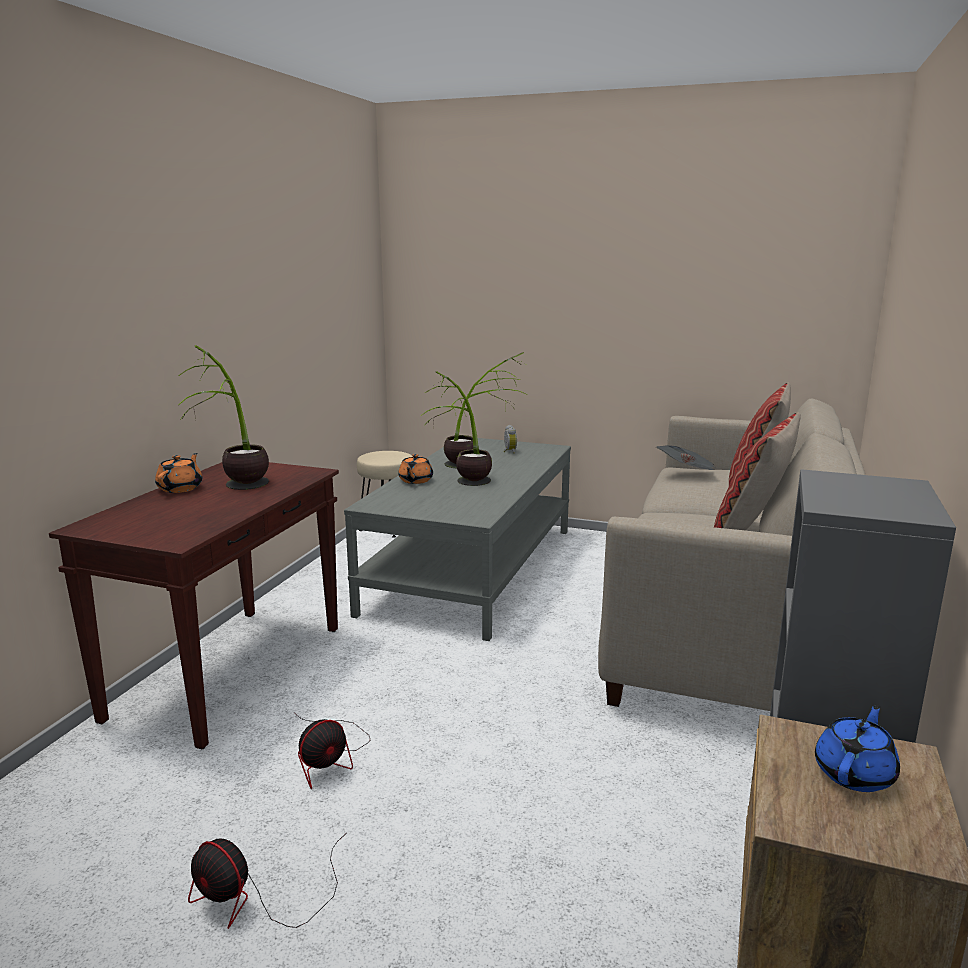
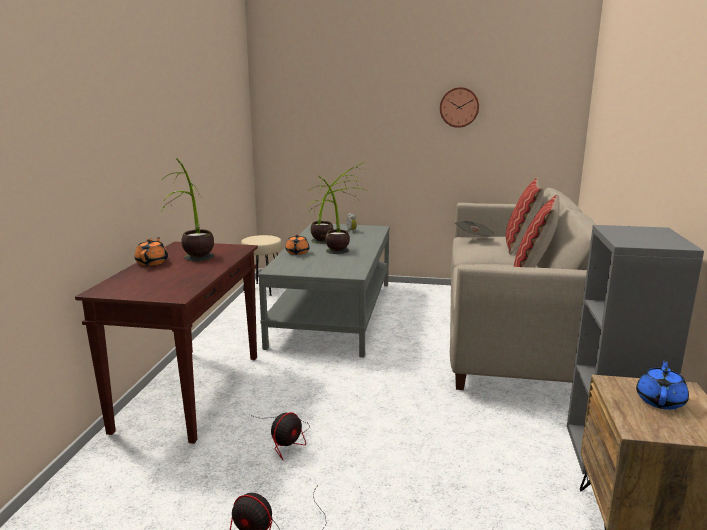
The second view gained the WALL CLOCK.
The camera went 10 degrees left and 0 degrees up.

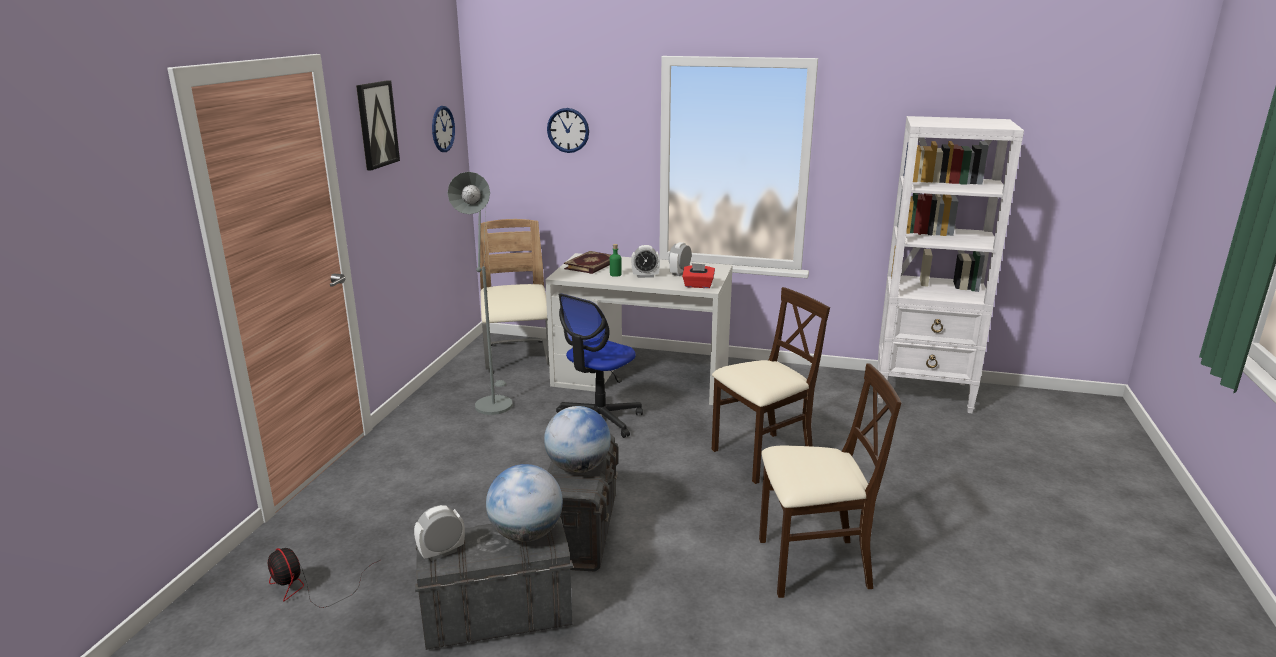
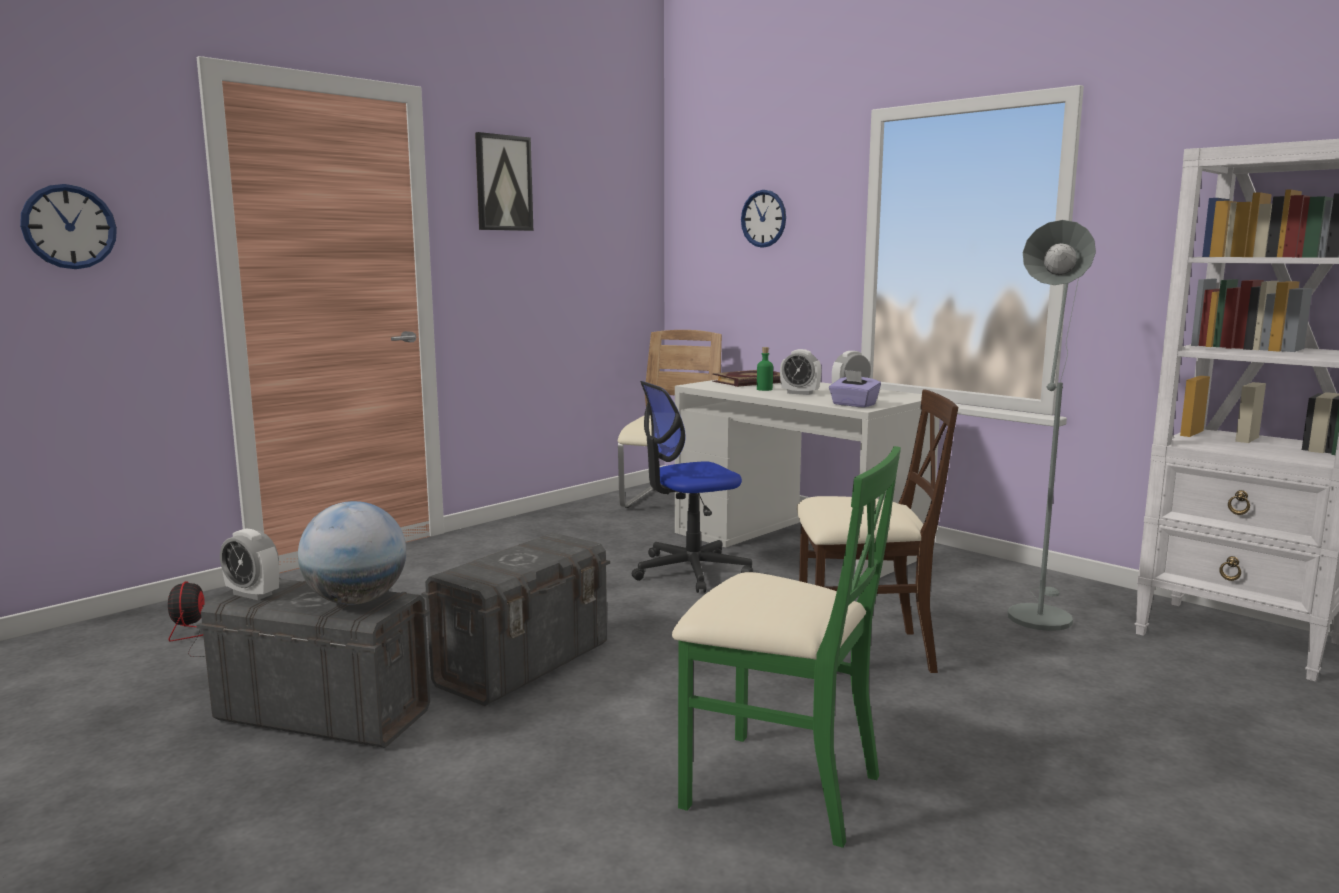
The ALARM CLOCK (1st from left) ended up facing another way, 150 degrees counterclockwise from before.
The WALL CLOCK (1st from left) ended up elsewhere.
The GREY FLOOR LAMP ended up elsewhere.
The second view lost the GLOBE (2nd from left).
What was the RED TISSUE BOX turned into the PURPLE TISSUE BOX.
What was the BEIGE CHAIR (3rd from left) turned into the GREEN CHAIR.
The camera went 30 degrees right and 10 degrees down.

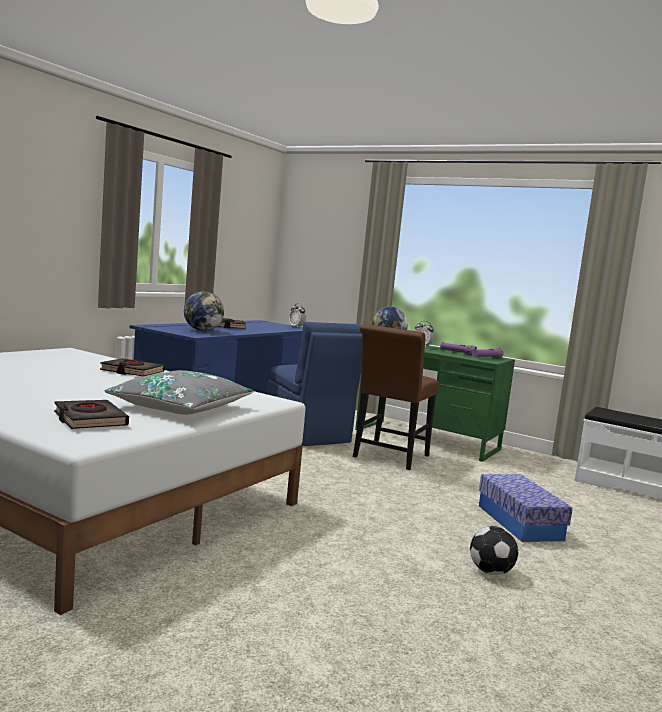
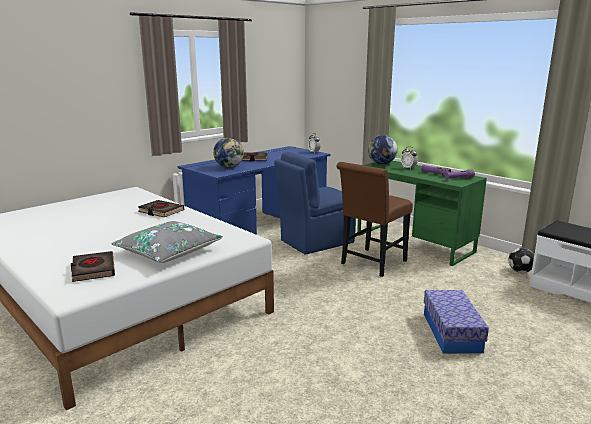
The BLUE CHAIR ended up facing another way, 75 degrees clockwise from before.
The FOOTBALL ended up elsewhere.
The camera went 15 degrees right and 10 degrees up.

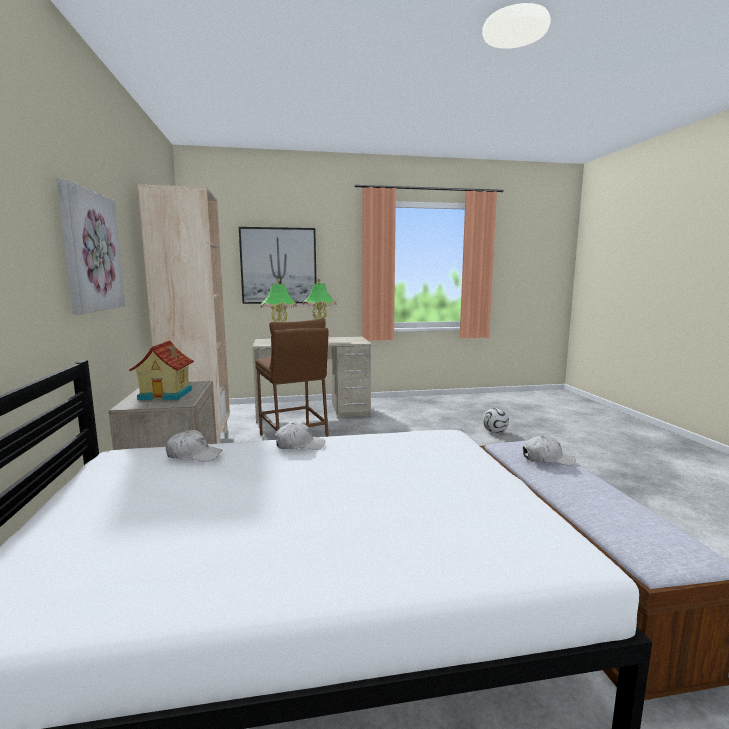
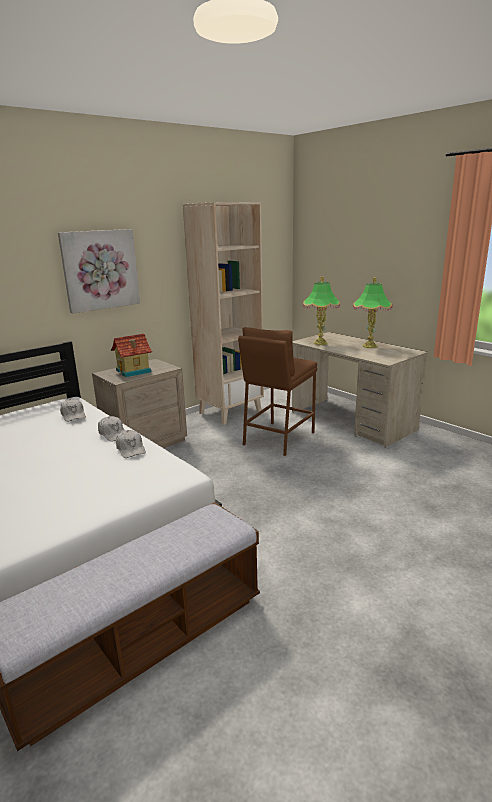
The second view lost the PICTURE (2nd from left).
The second view lost the FOOTBALL.
The WHITE CAP (3rd from left) ended up elsewhere.
The camera went 60 degrees right and 10 degrees up.

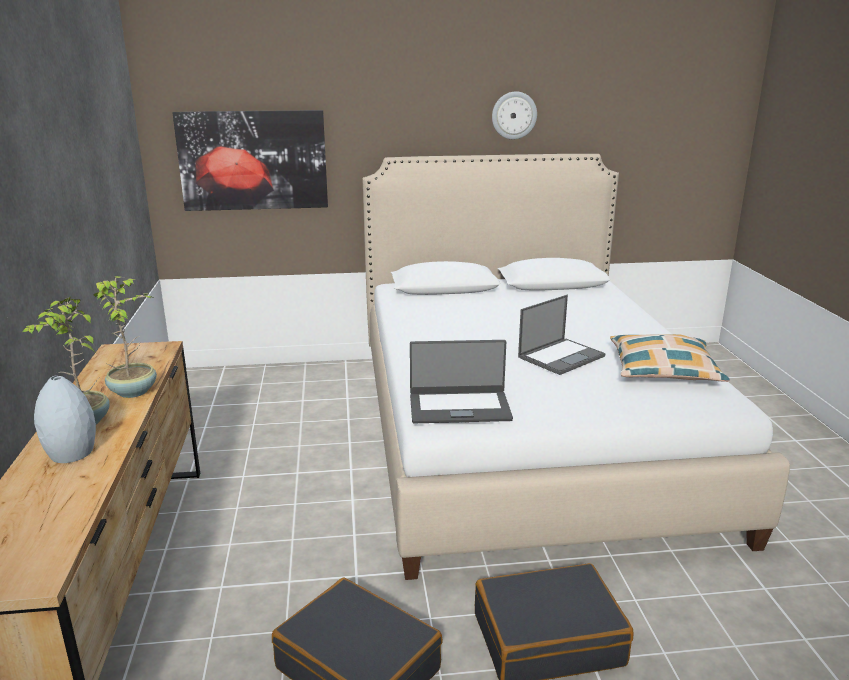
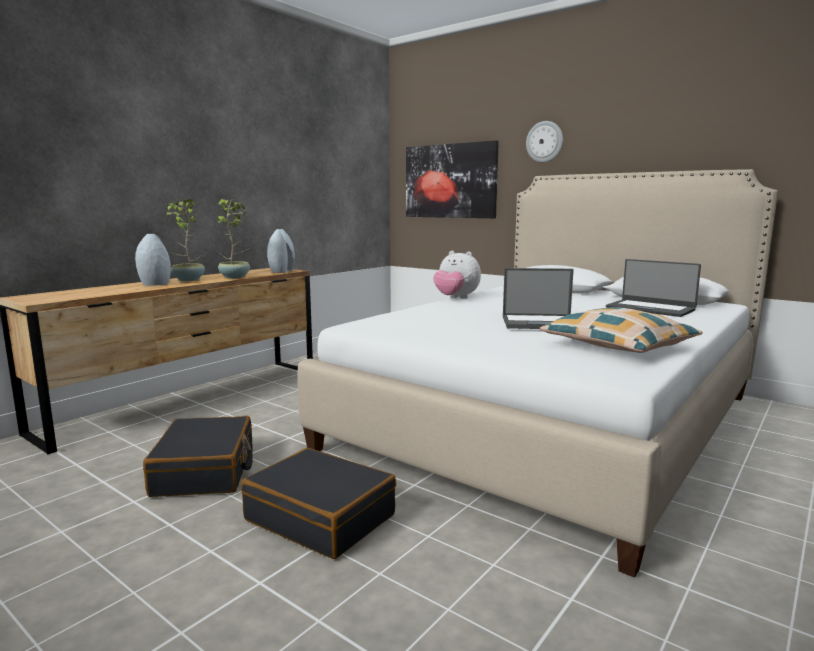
The LAPTOP (1st from left in the first image) ended up elsewhere.
The WALL CLOCK ended up elsewhere.
The second view gained the GREY VASE (2nd from left).
The second view gained the PLUSH TOY.
The camera went 45 degrees right and 10 degrees down.

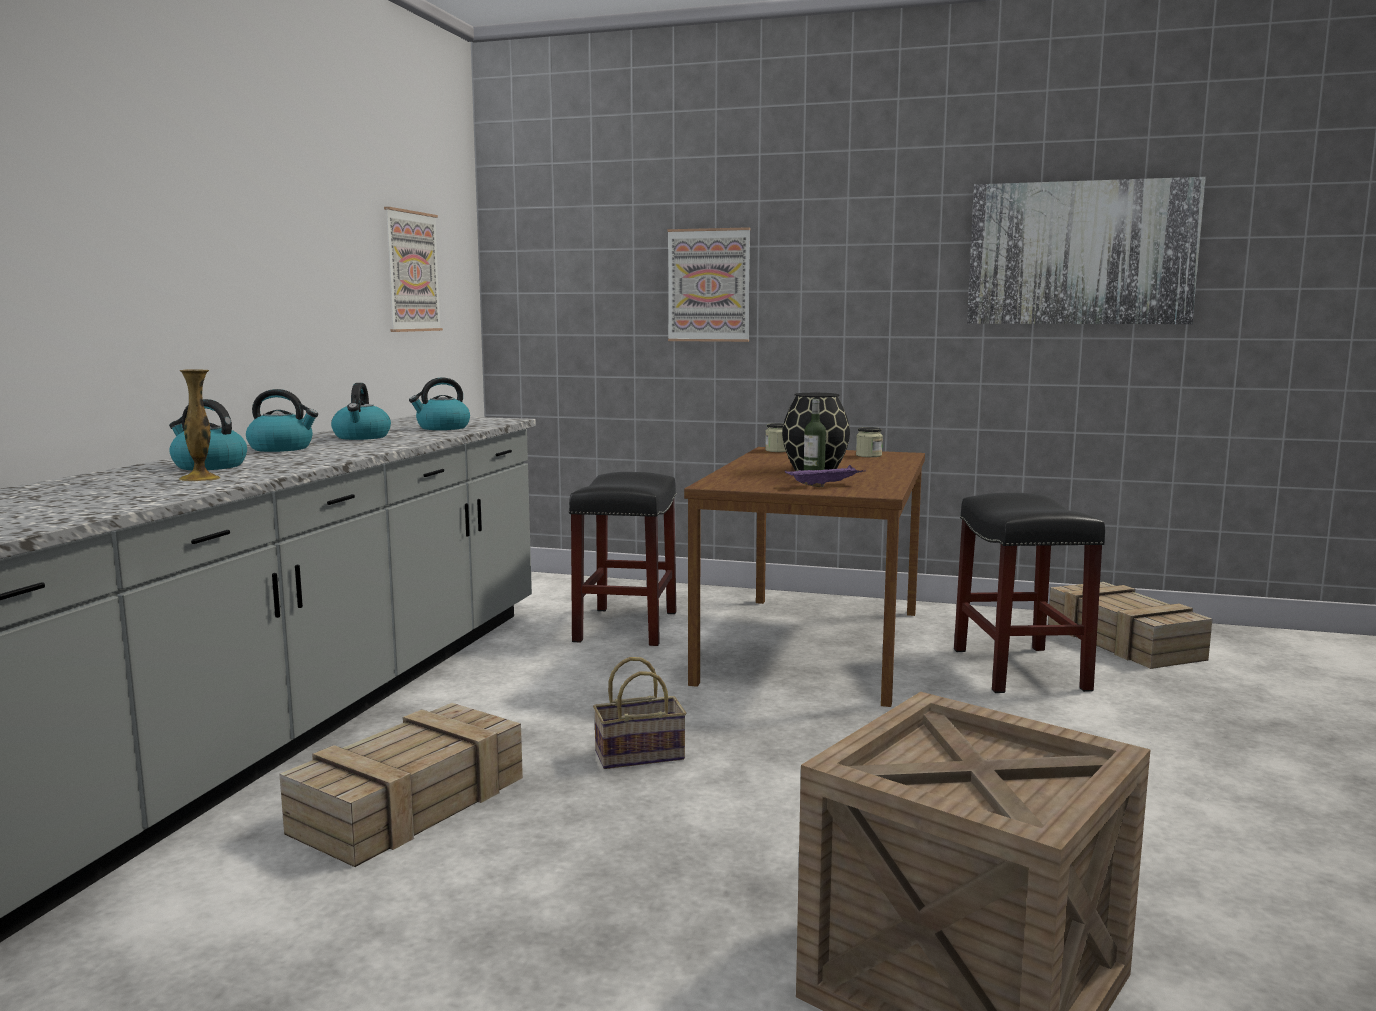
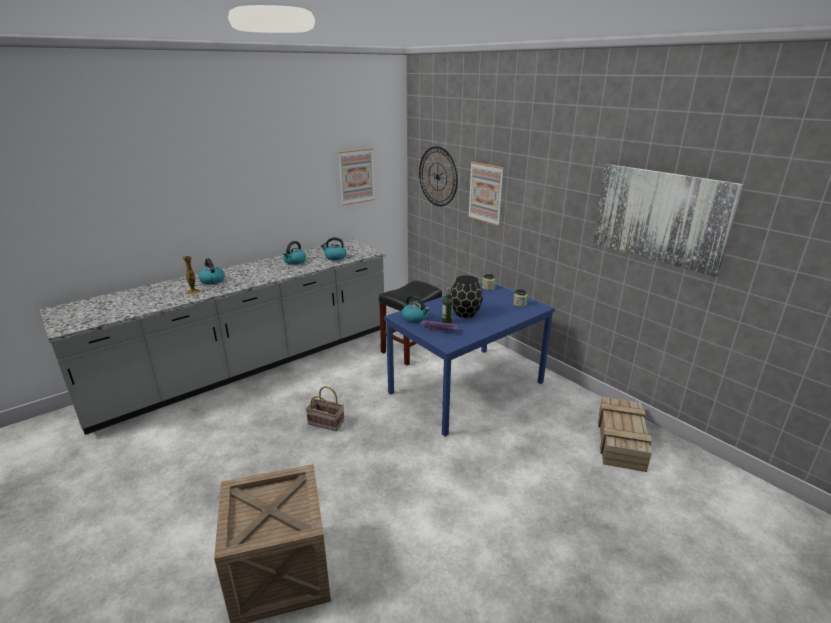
The KETTLE (2nd from left in the first image) ended up elsewhere.
The second view lost the CRATE (1st from left).
What was the BROWN DINING TABLE turned into the BLUE DINING TABLE.
The second view lost the BLACK STOOL (2nd from left).
The second view gained the WALL CLOCK.
The camera went 35 degrees right and 15 degrees up.

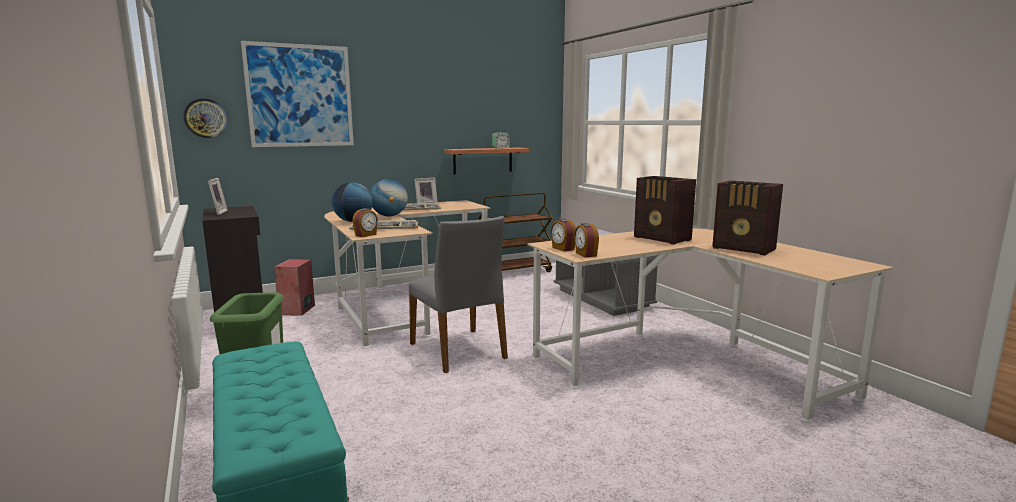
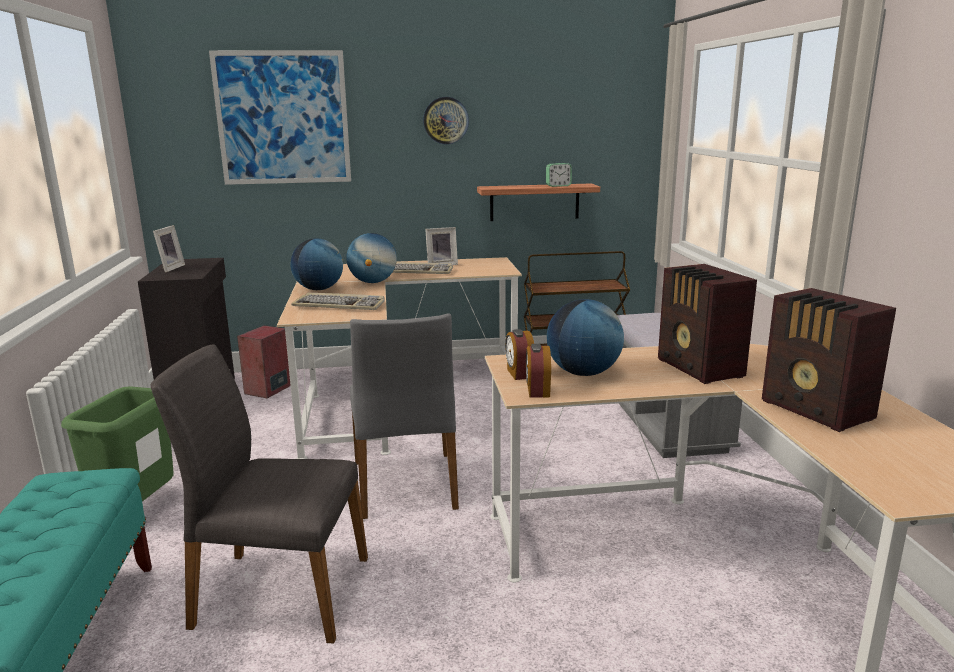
The WALL CLOCK ended up elsewhere.
The second view lost the ALARM CLOCK (1st from left).
The second view gained the GREY CHAIR (1st from left).
The second view gained the GLOBE (3rd from left).
The camera went 20 degrees right and 5 degrees up.

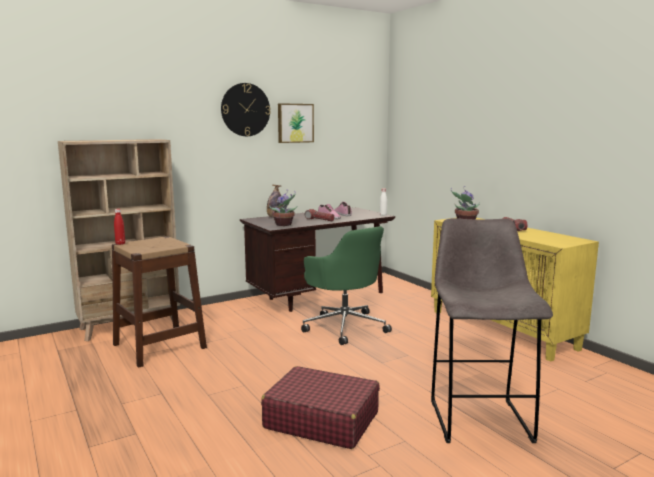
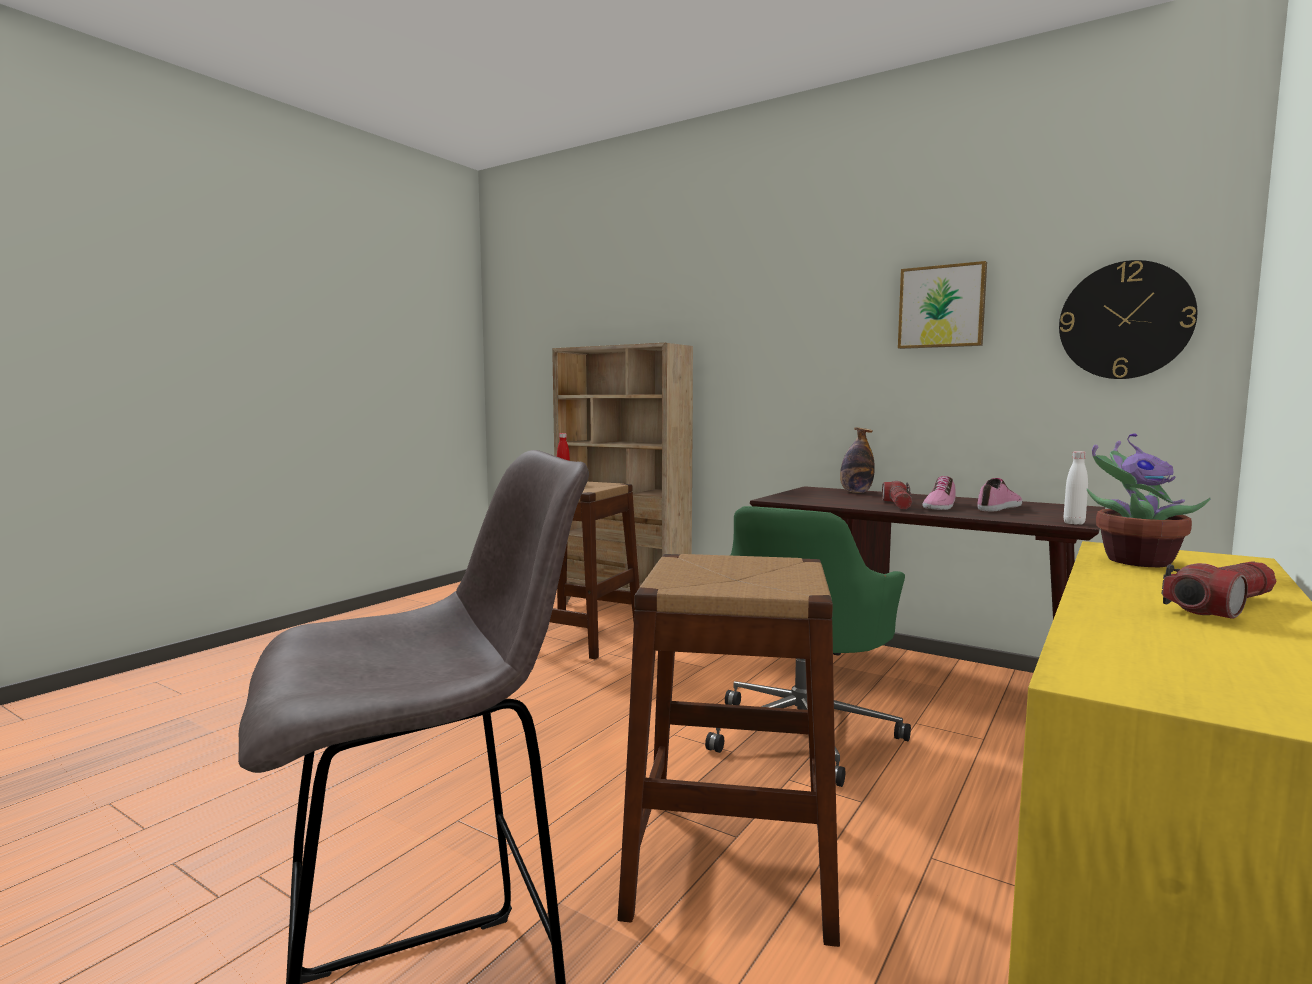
The WALL CLOCK ended up elsewhere.
The second view lost the RED SUITCASE.
The second view lost the POTTED PLANT (1st from left).
The second view gained the BROWN STOOL (2nd from left).
The camera went 65 degrees right and 5 degrees down.

